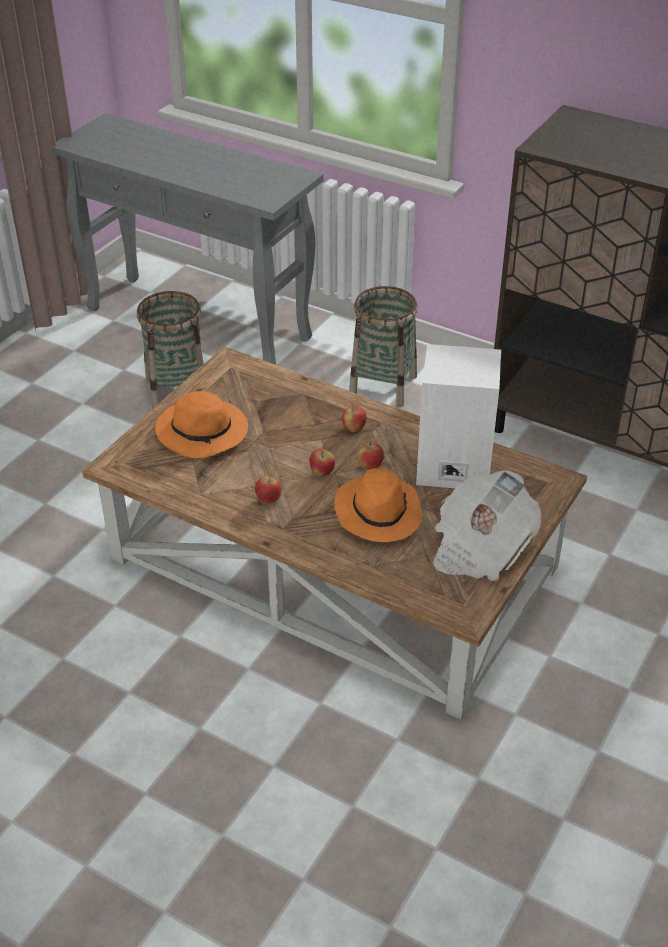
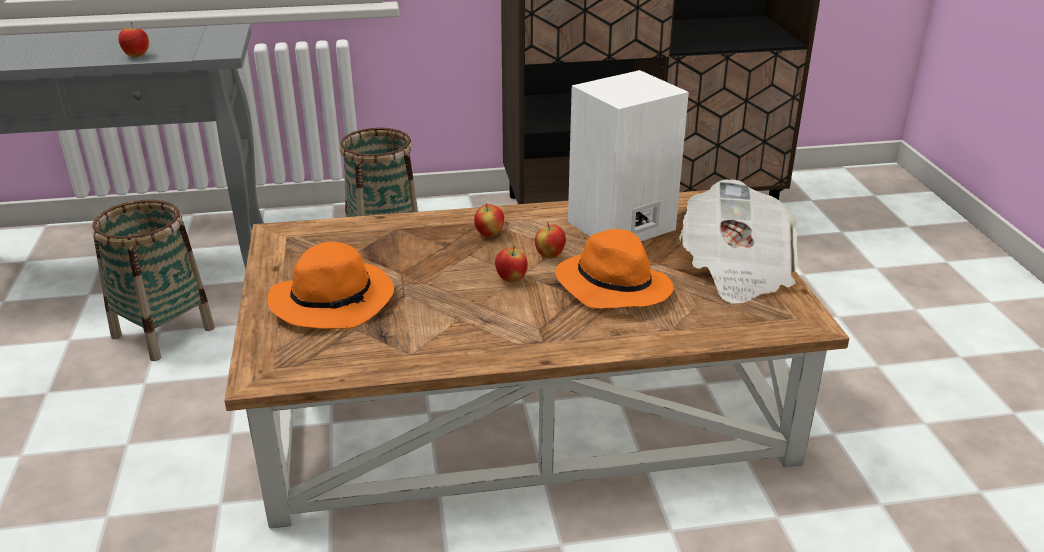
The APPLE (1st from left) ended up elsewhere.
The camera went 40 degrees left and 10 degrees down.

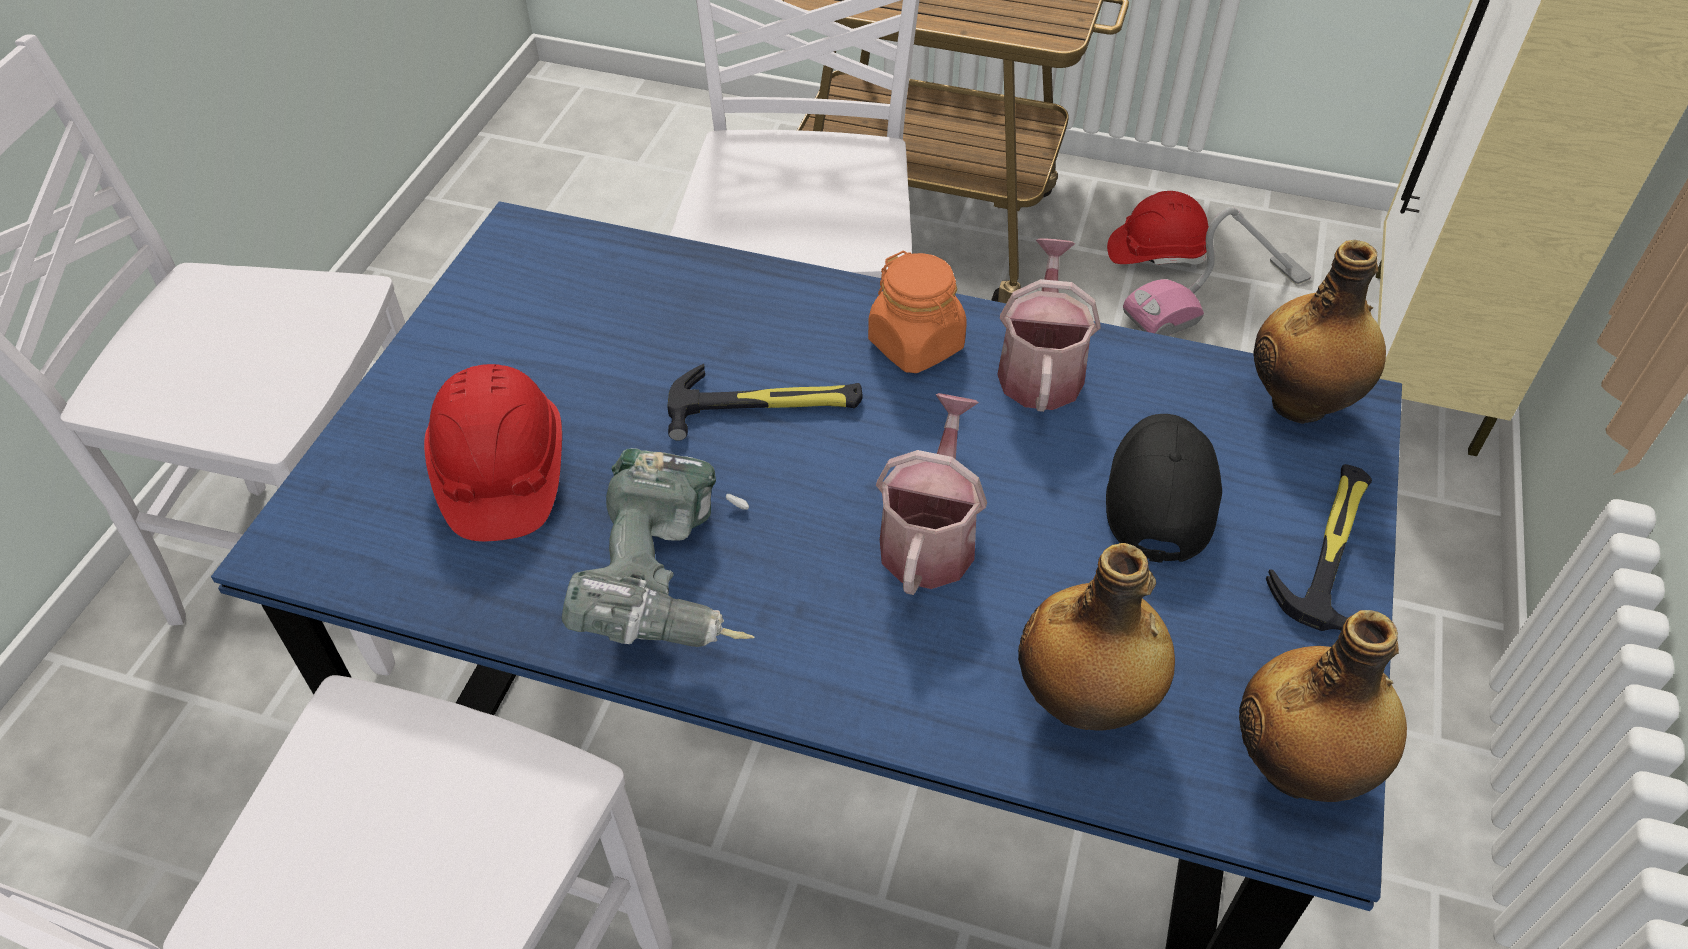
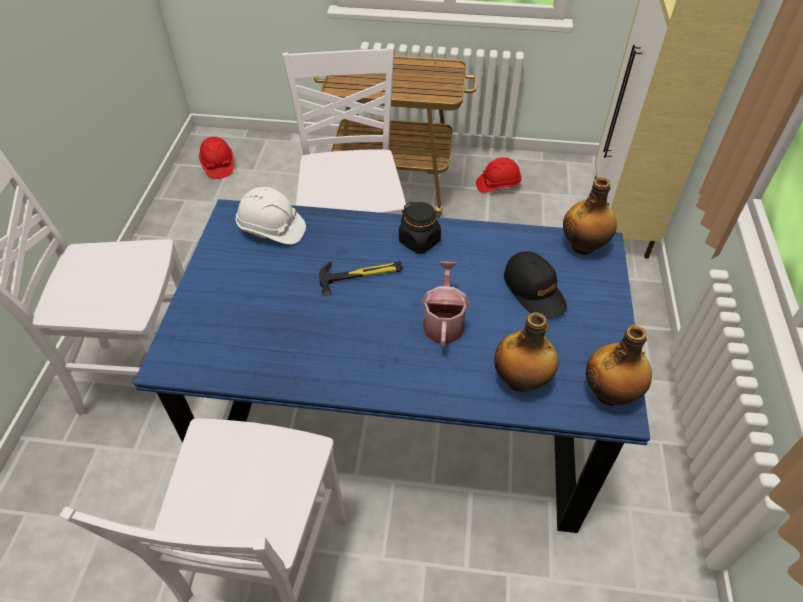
The RED HARD HAT (1st from left) ended up elsewhere.
The second view lost the POWER DRILL.
What was the ORANGE JAR turned into the BLACK JAR.
The second view lost the WATERING CAN (2nd from left).
The BLACK CAP ended up facing another way, 150 degrees clockwise from before.
The second view lost the VACUUM CLEANER.
The second view lost the HAMMER (2nd from left).
The second view gained the WHITE HARD HAT.
The camera went 10 degrees left and 0 degrees up.

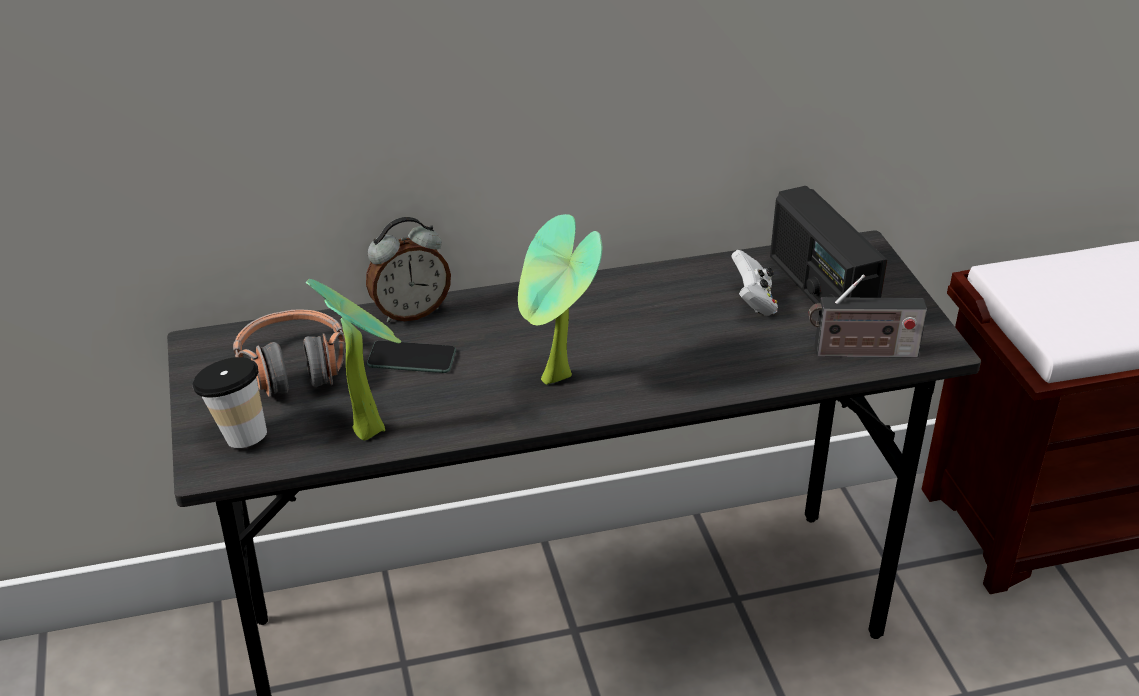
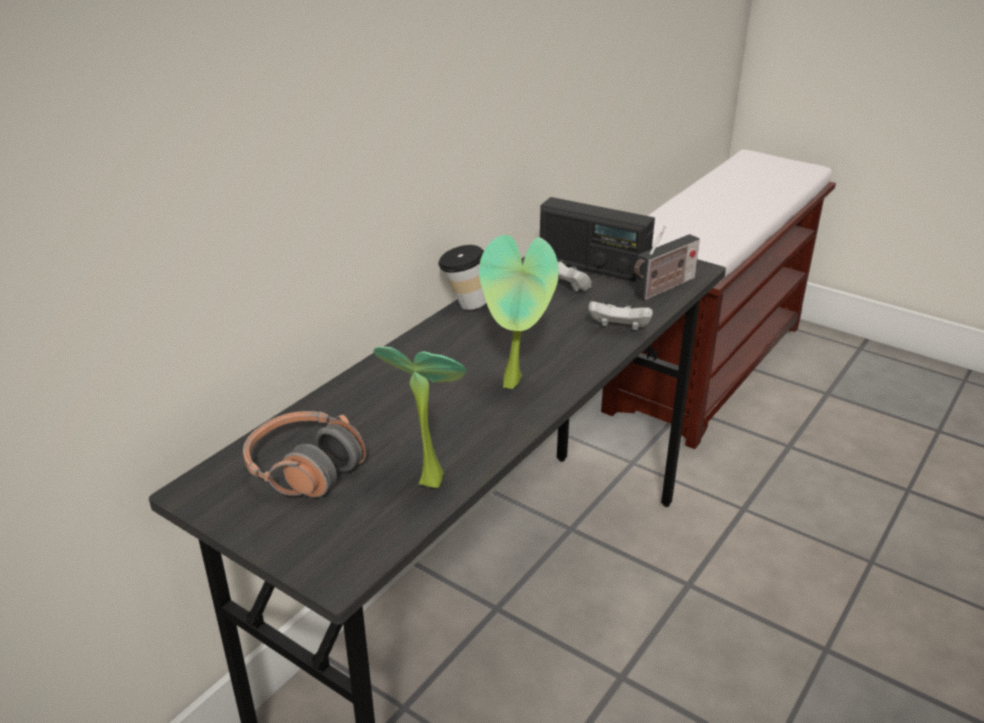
The CUP ended up elsewhere.
The second view lost the ALARM CLOCK.
The second view lost the PHONE.
The second view gained the WHITE GAME CONTROLLER (2nd from left).
The camera went 40 degrees left and 5 degrees down.

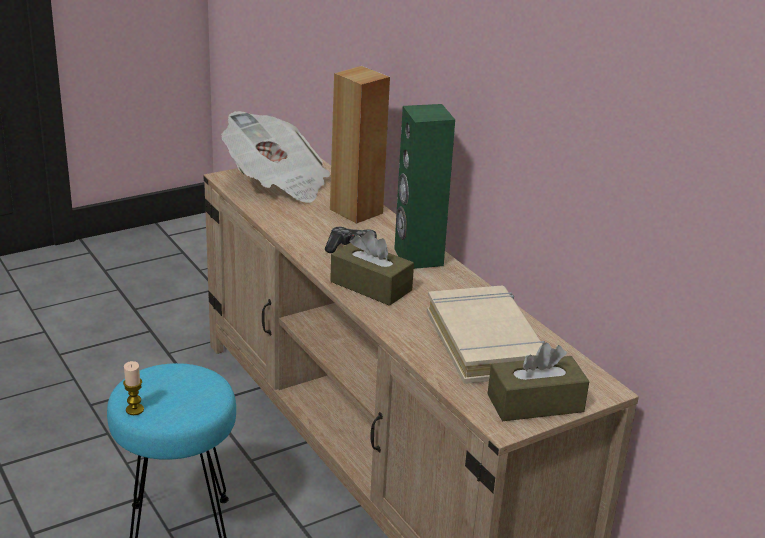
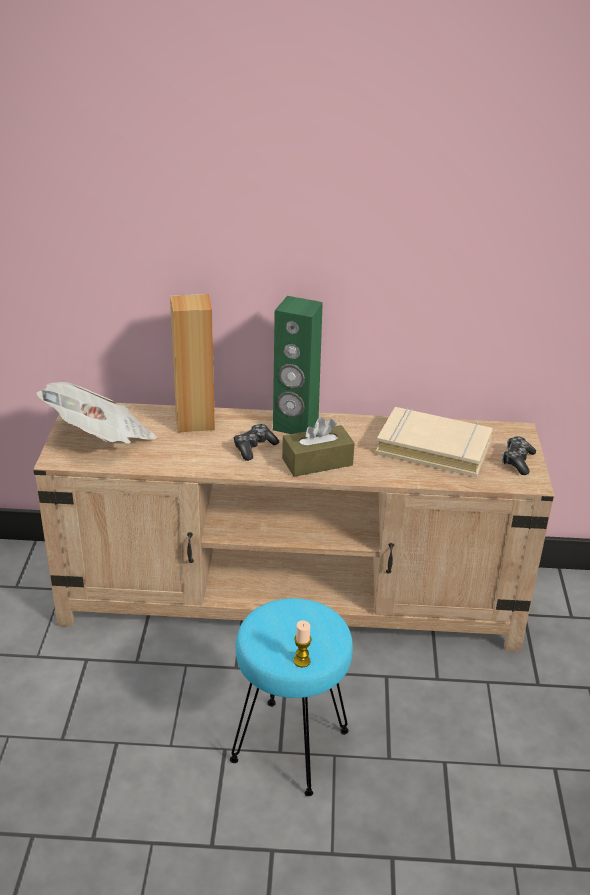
Where the BROWN TISSUE BOX (2nd from left) stood, the GAME CONTROLLER (2nd from left) came to stand.
The camera went 55 degrees left and 5 degrees up.

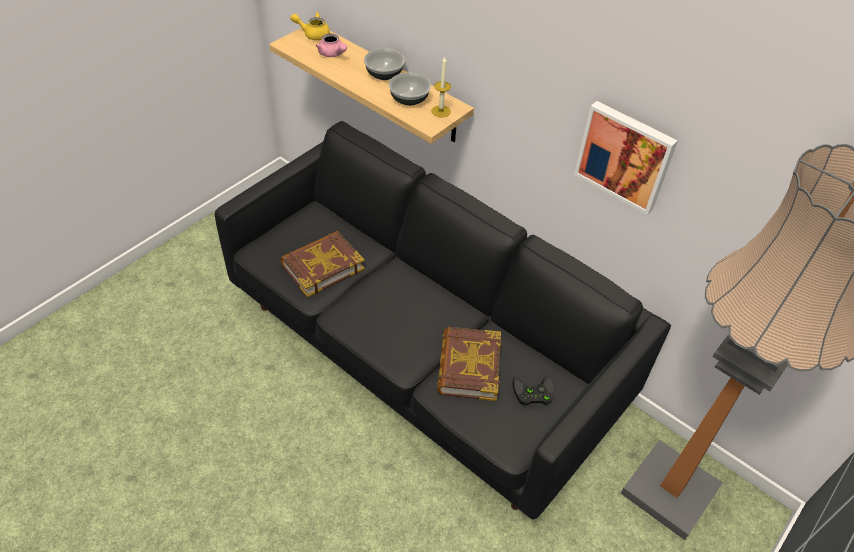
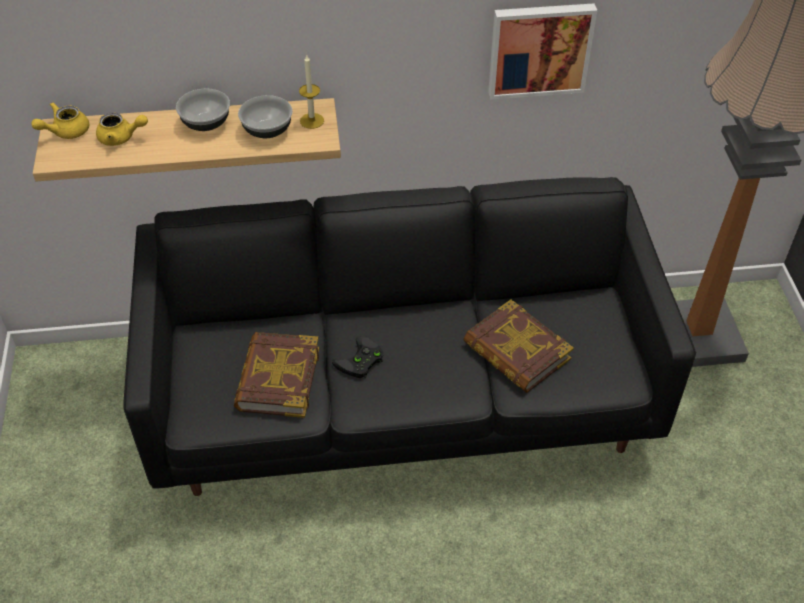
What was the PINK TEAPOT turned into the YELLOW TEAPOT (2nd from left).
The BLACK GAME CONTROLLER ended up elsewhere.
The camera went 45 degrees left and 0 degrees up.

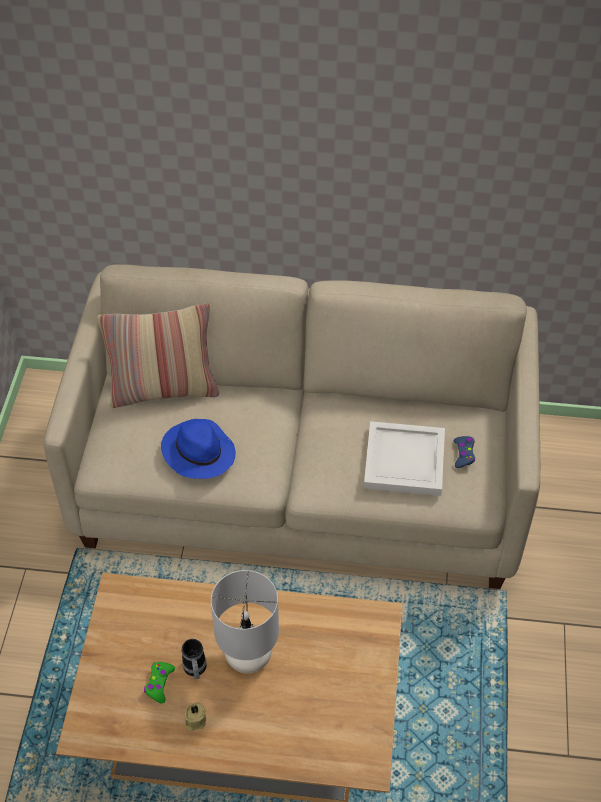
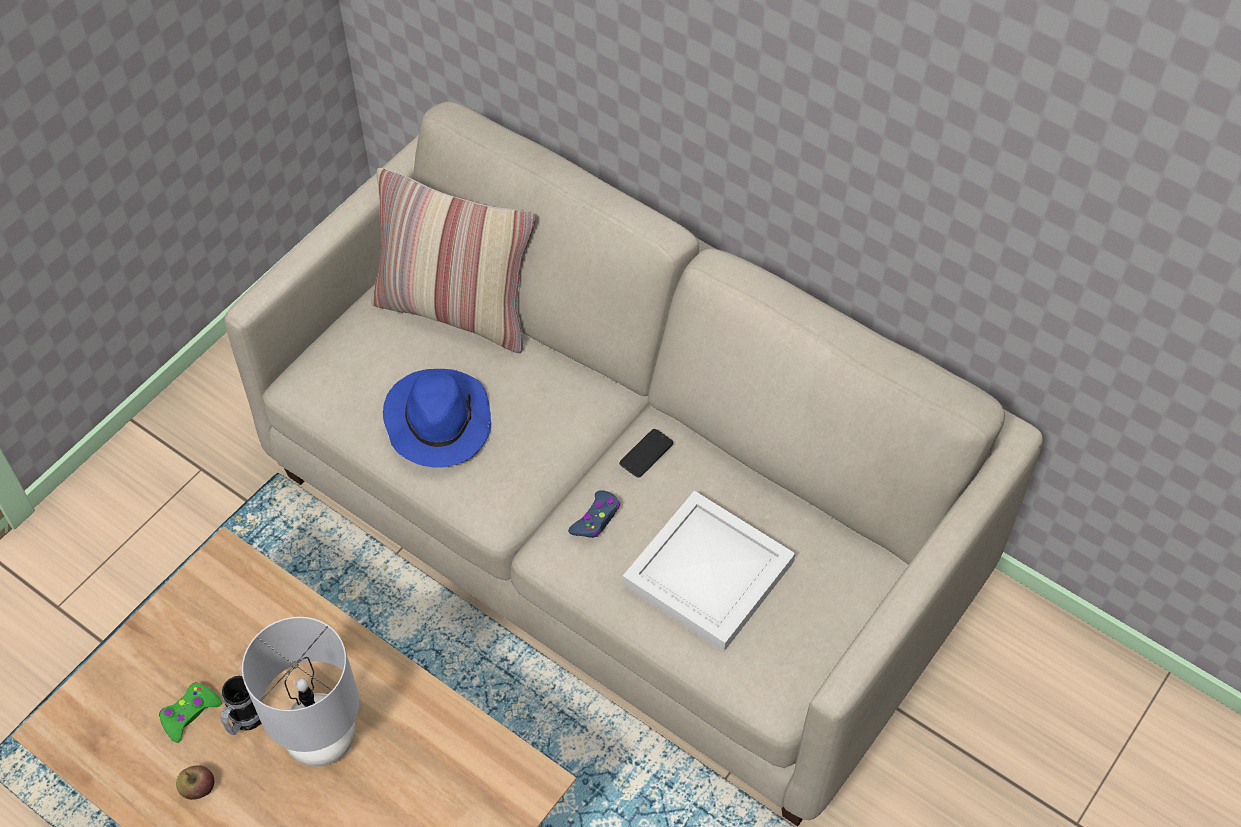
Where the BEIGE CANDLE stood, the APPLE came to stand.
The BLUE GAME CONTROLLER ended up elsewhere.
The second view gained the PHONE.
The camera went 30 degrees right and 5 degrees up.

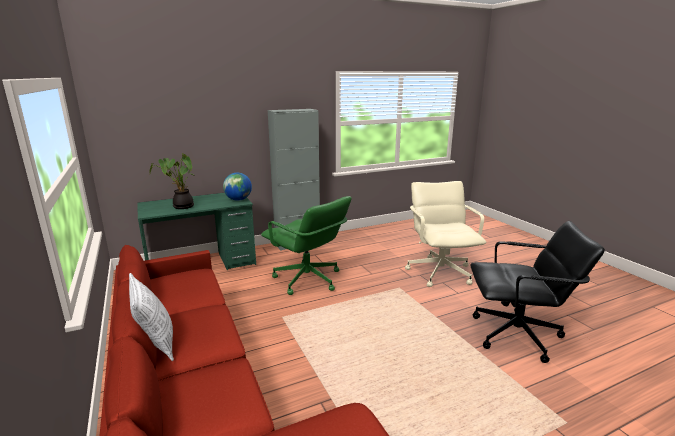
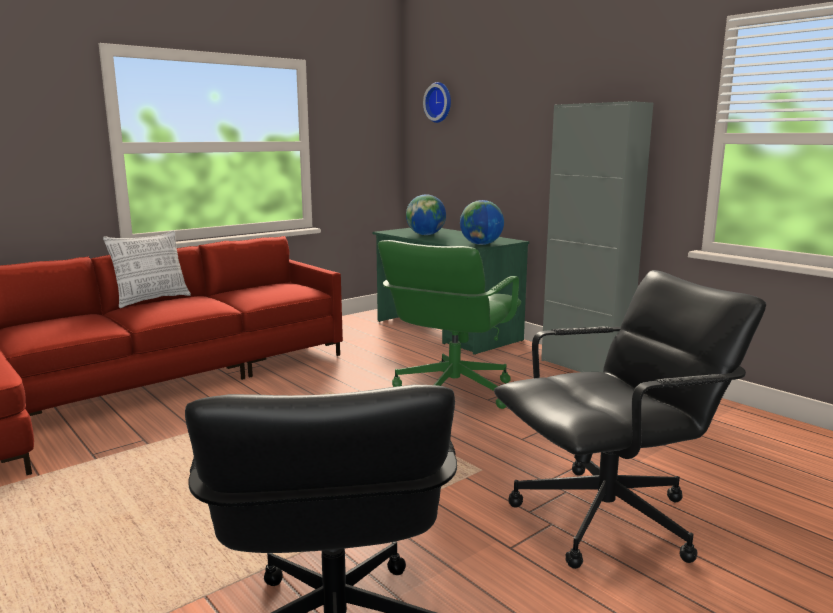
Where the POTTED PLANT stood, the GLOBE (1st from left) came to stand.
What was the BEIGE OFFICE CHAIR turned into the BLACK OFFICE CHAIR (2nd from left).
The second view gained the WALL CLOCK.
The camera went 75 degrees right and 5 degrees down.

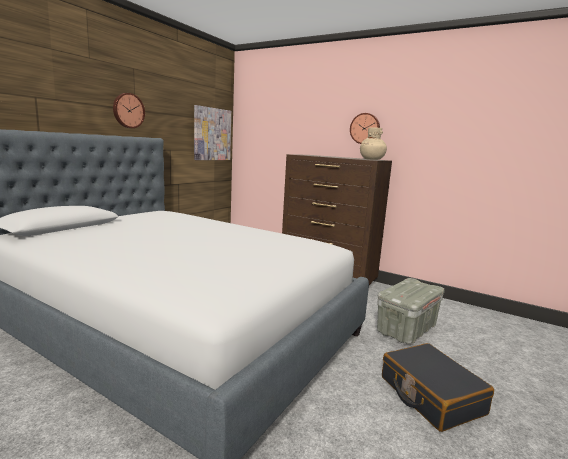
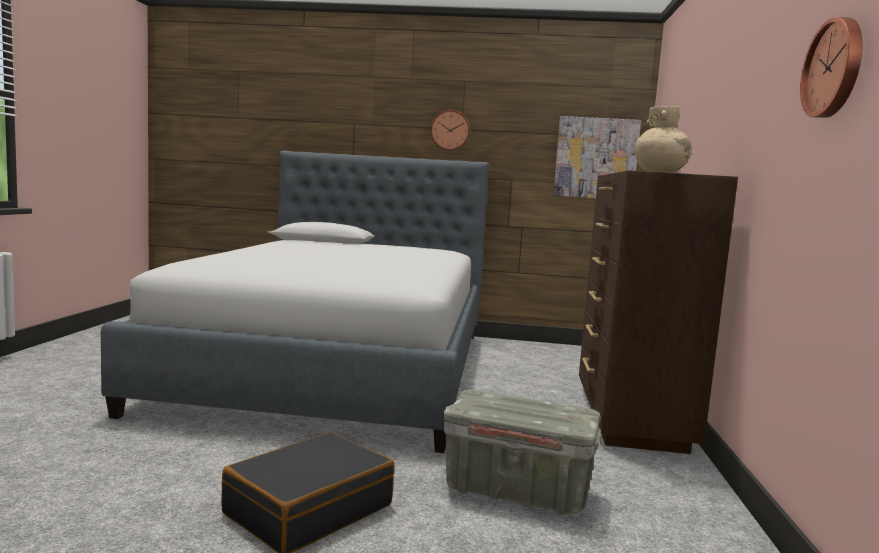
The WALL CLOCK (2nd from left) ended up elsewhere.
The camera went 65 degrees right and 5 degrees down.

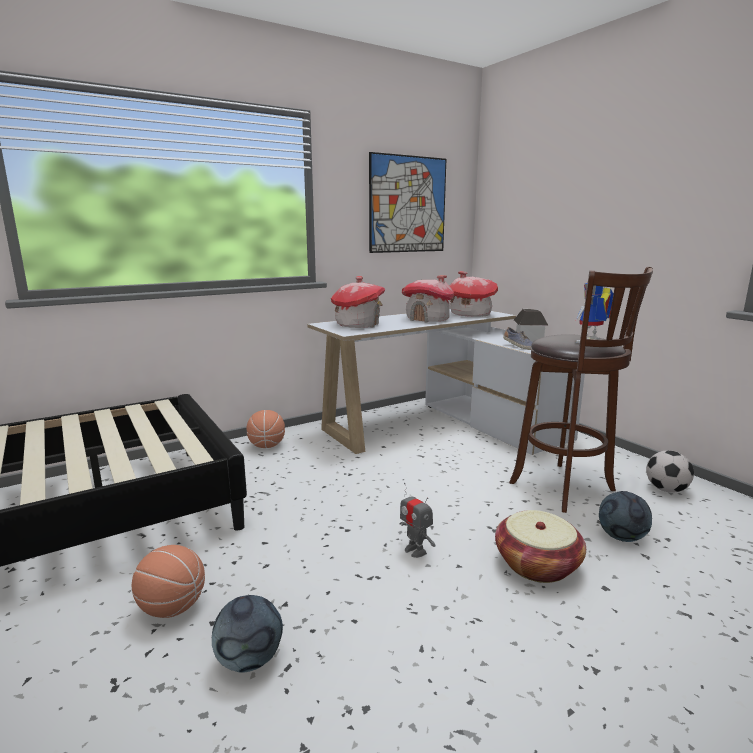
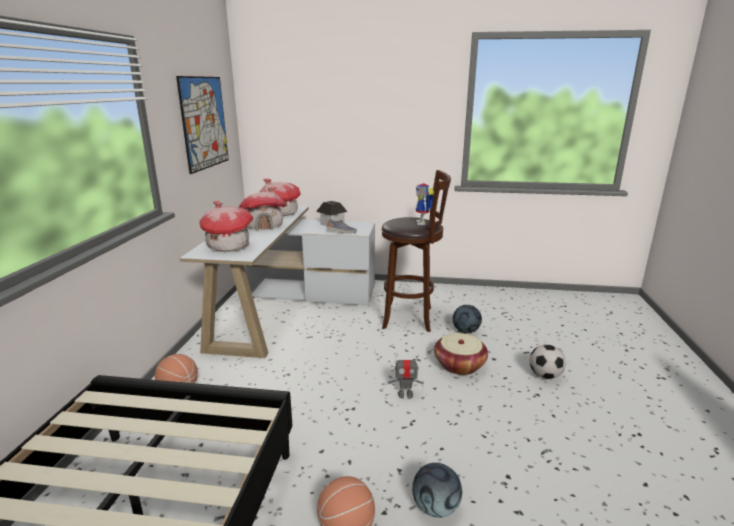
The FOOTBALL (3rd from left) ended up elsewhere.
The camera went 50 degrees left and 5 degrees up.

